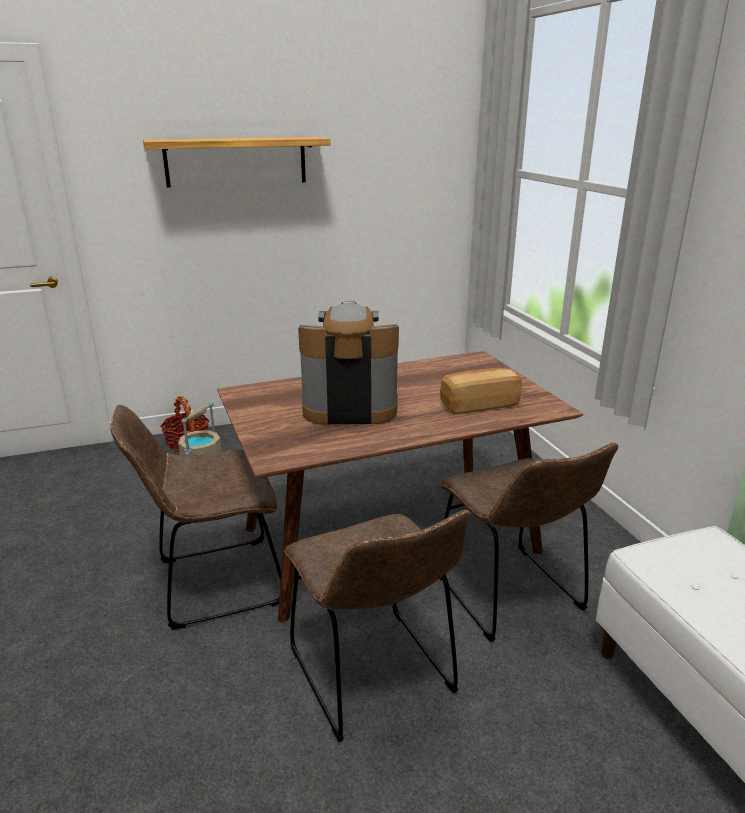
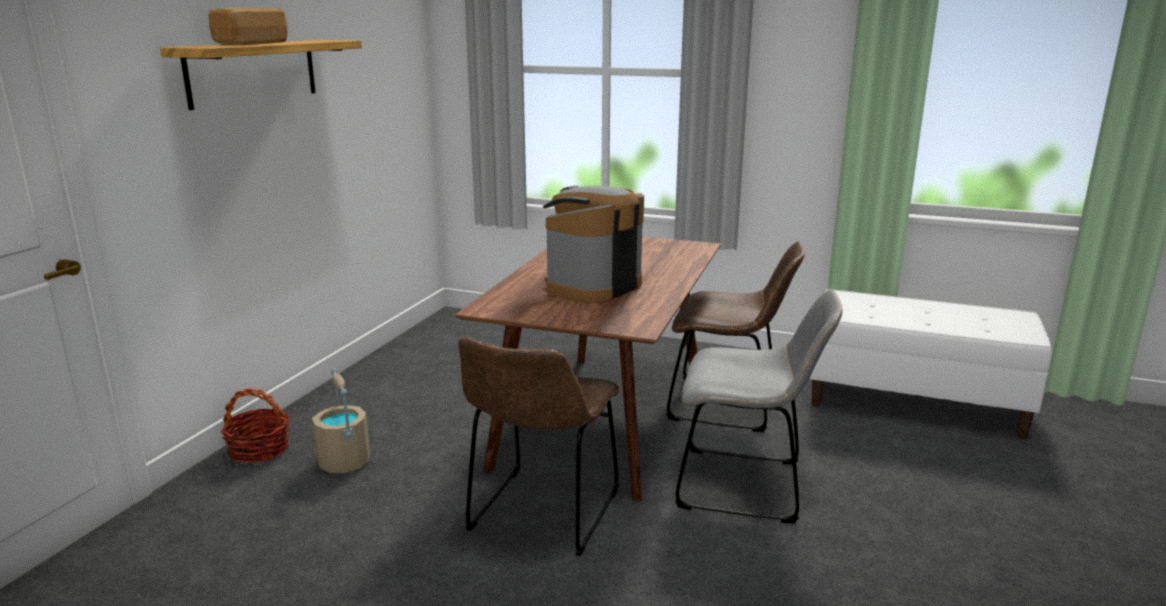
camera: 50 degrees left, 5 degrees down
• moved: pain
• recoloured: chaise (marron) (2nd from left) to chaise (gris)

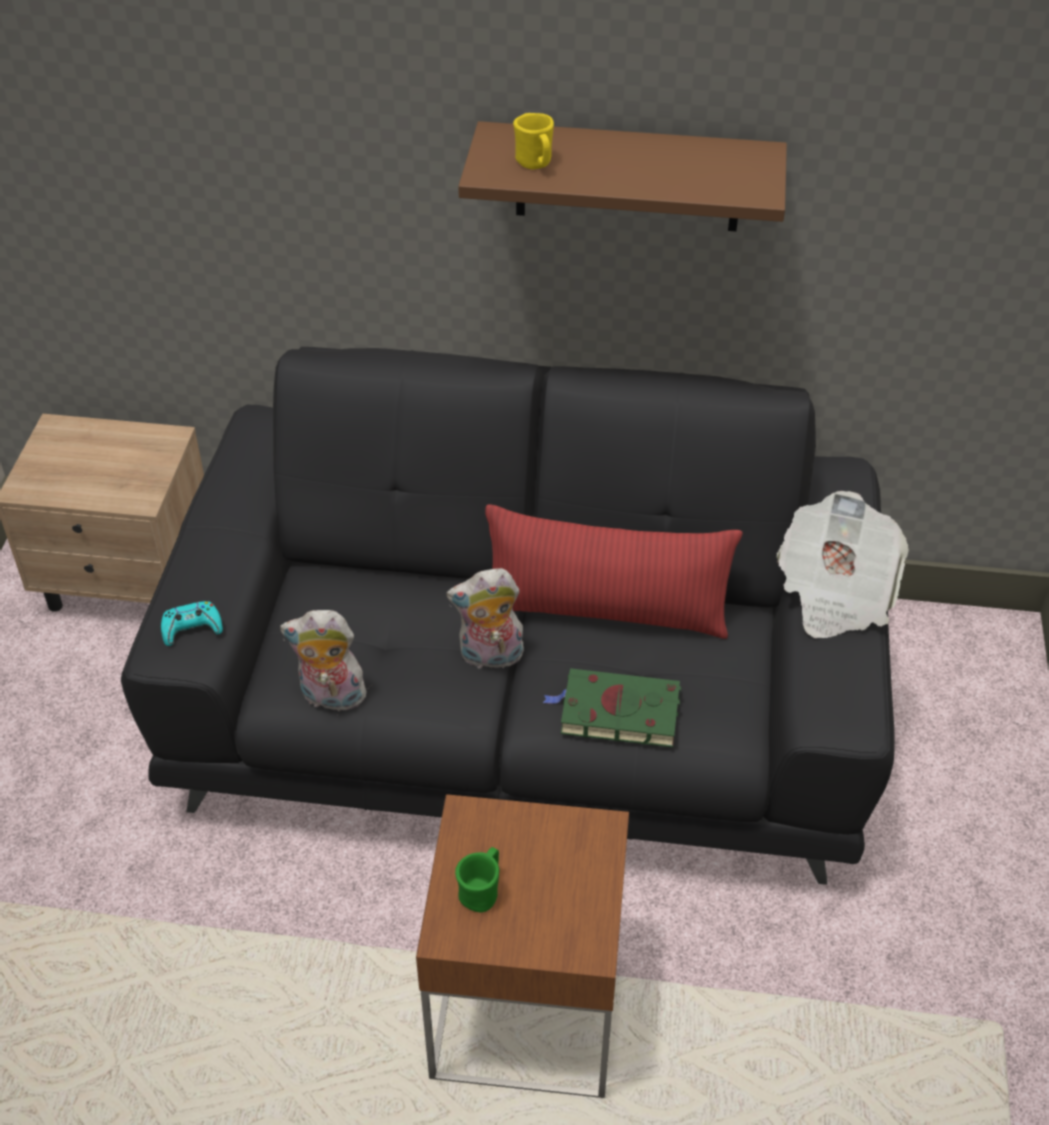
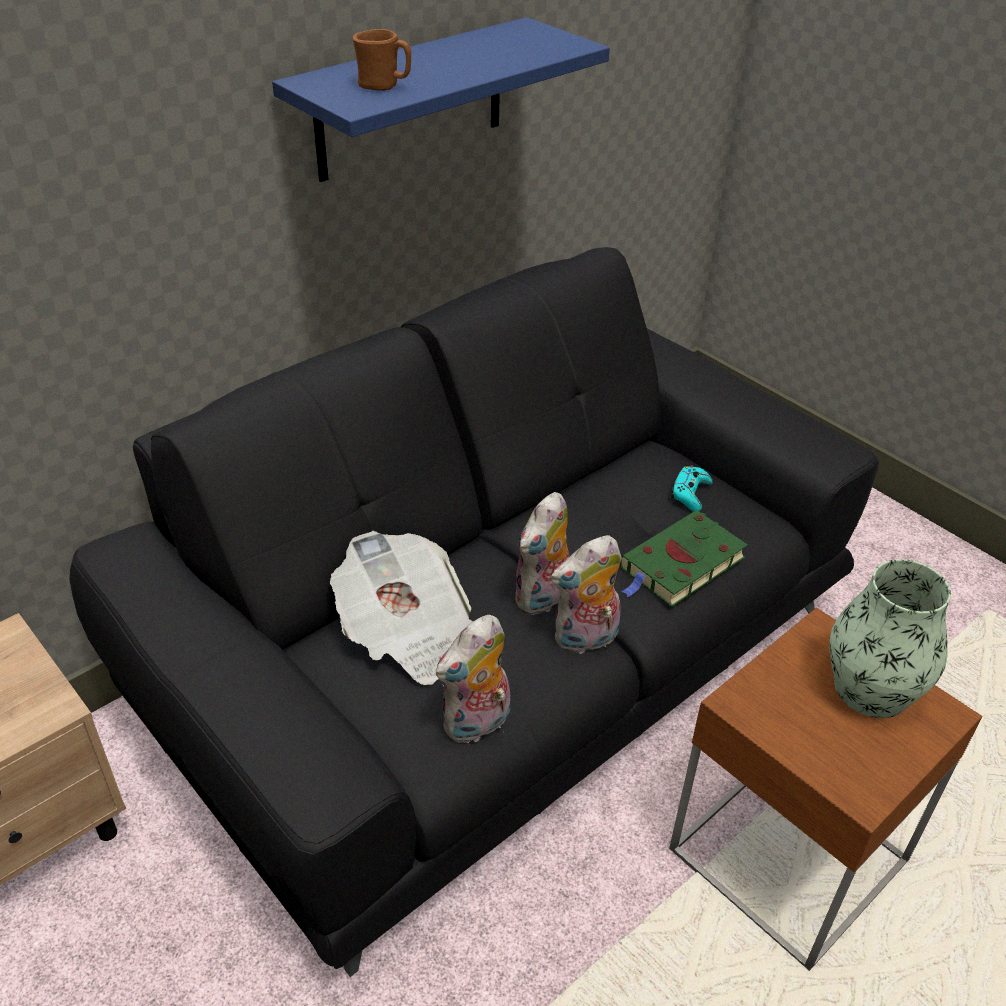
camera: 50 degrees left, 5 degrees down
• recoloured: mug (jaune) to mug (marron)
• recoloured: étagère (marron) to étagère (bleu)
• moved: journal
• removed: coussin (rouge)
• moved: manette (turquoise)
• removed: mug (vert)
• added: peluche (3rd from left)
• added: vase

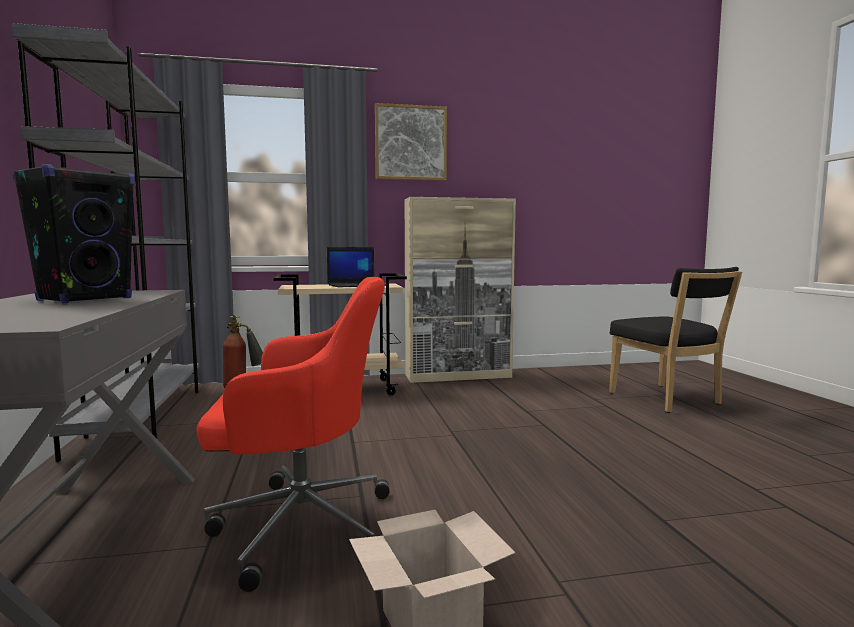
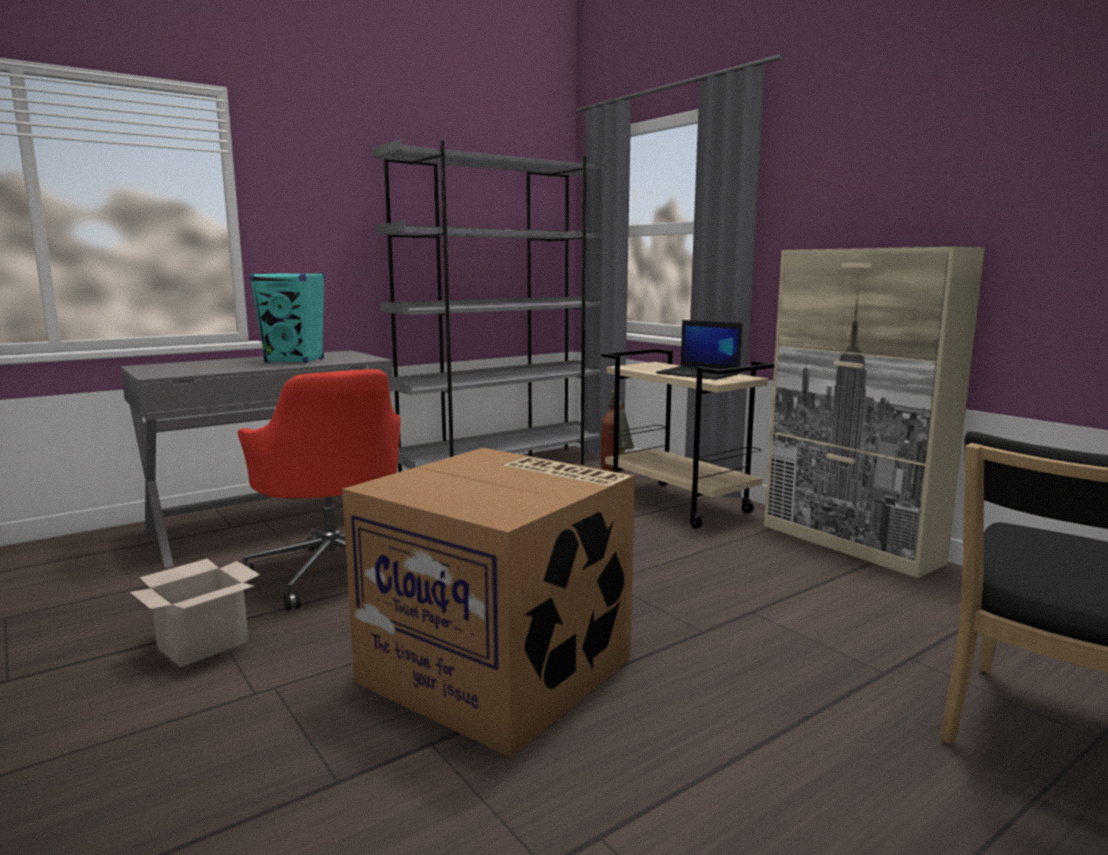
camera: 65 degrees right, 5 degrees up
• removed: tableau
• recoloured: enceinte (noir) to enceinte (turquoise)
• added: carton (2nd from left)

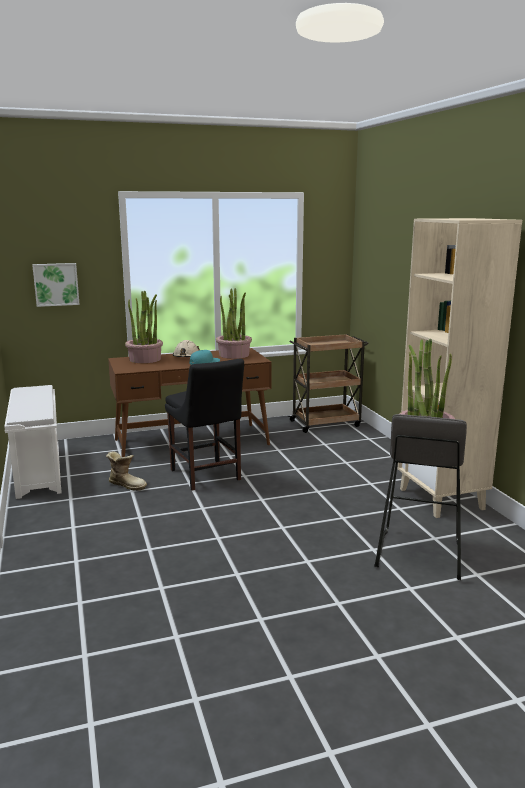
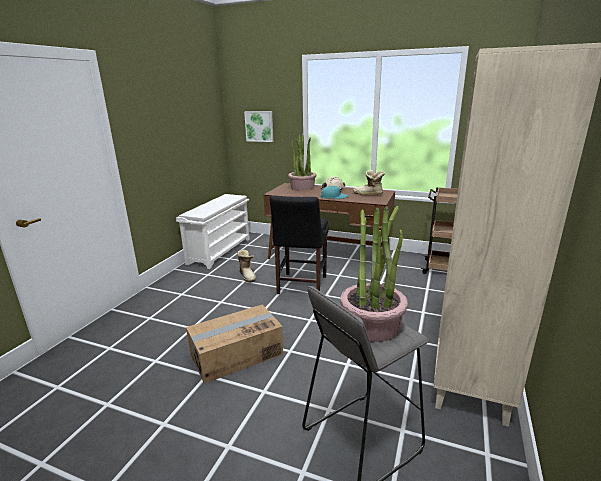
camera: 40 degrees right, 5 degrees up
• replaced: plante en pot (2nd from left) to botte (2nd from left)
• added: carton

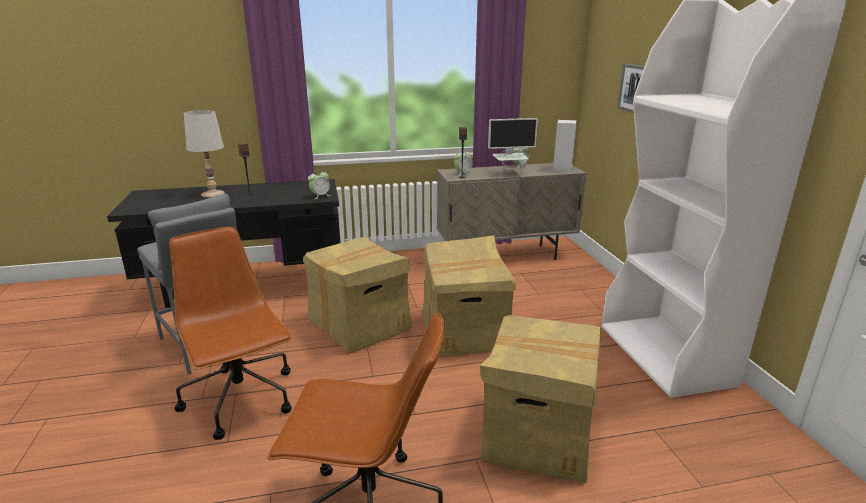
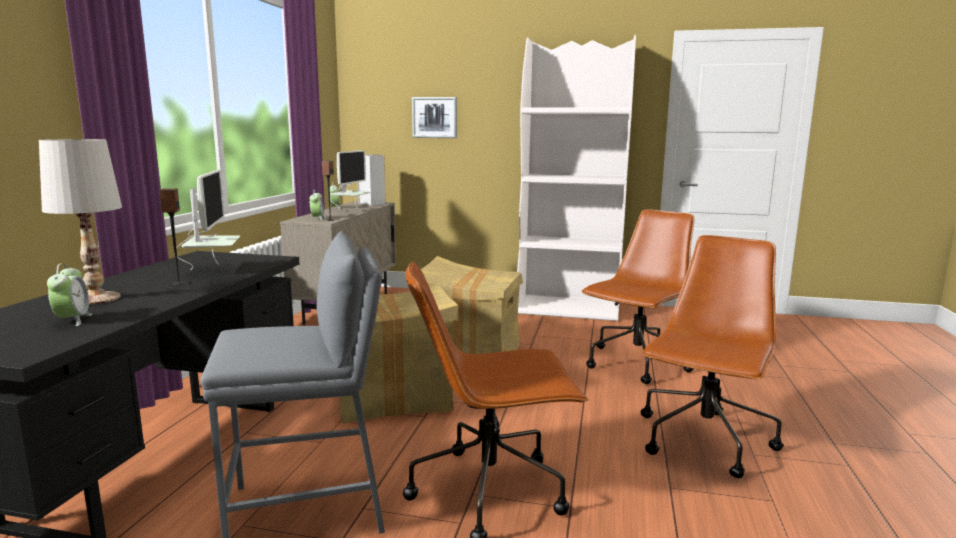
camera: 65 degrees left, 10 degrees down
• moved: réveil (1st from left)
• replaced: carton (3rd from left) to chaise de bureau (marron) (2nd from left)
• added: écran d'ordinateur (1st from left)

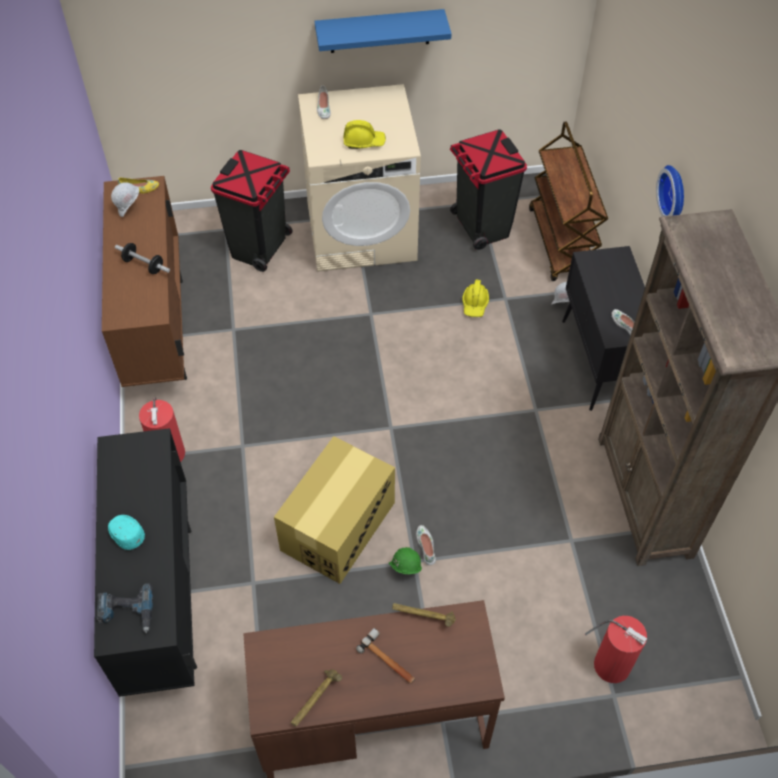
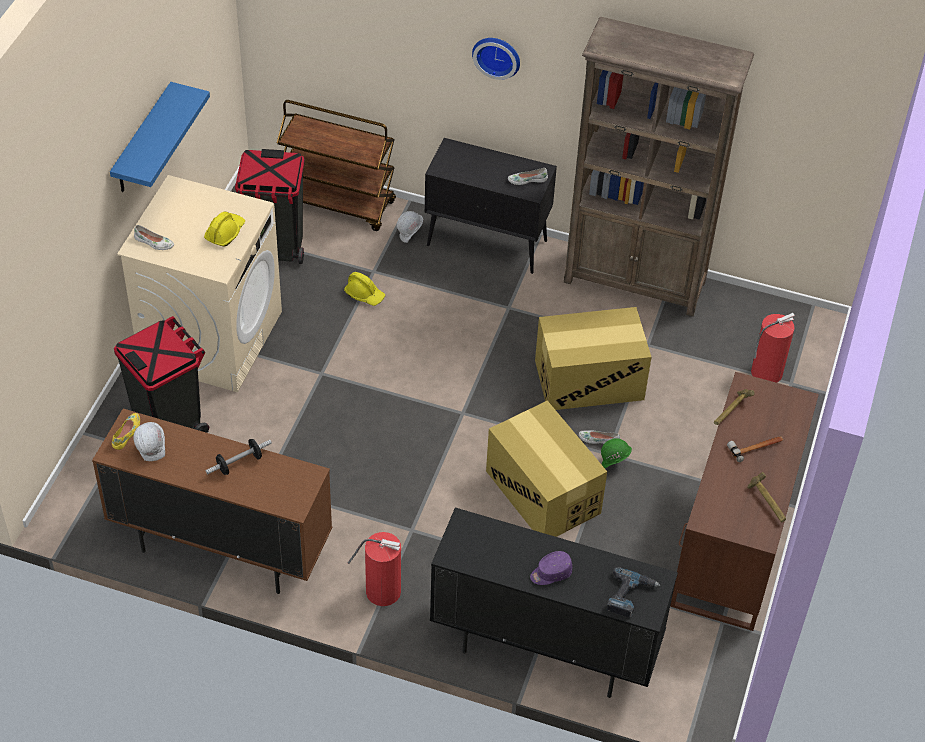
camera: 65 degrees left, 5 degrees down
• recoloured: casquette (turquoise) to casquette (violet)
• added: carton (2nd from left)

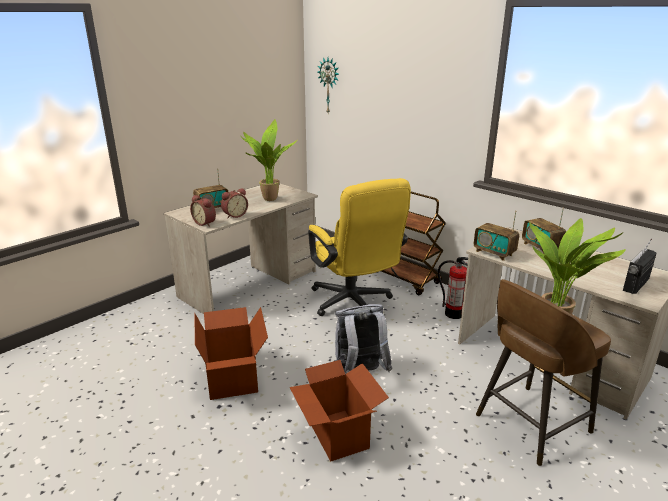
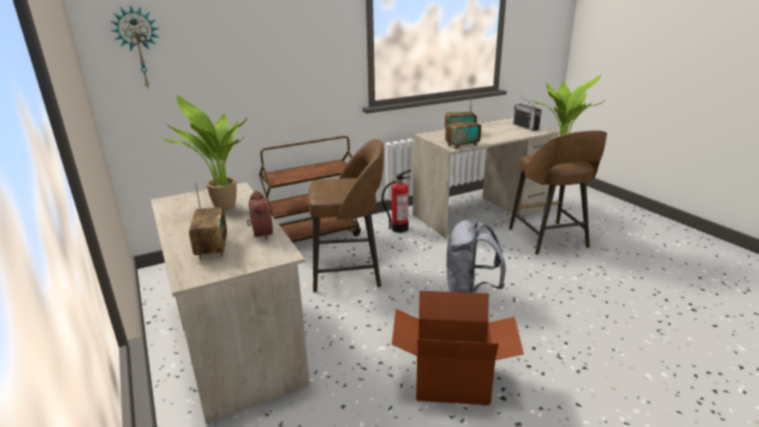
camera: 70 degrees left, 0 degrees up
• replaced: chaise de bureau (jaune) to tabouret (marron) (1st from left)
• removed: réveil (1st from left)
• removed: carton (2nd from left)

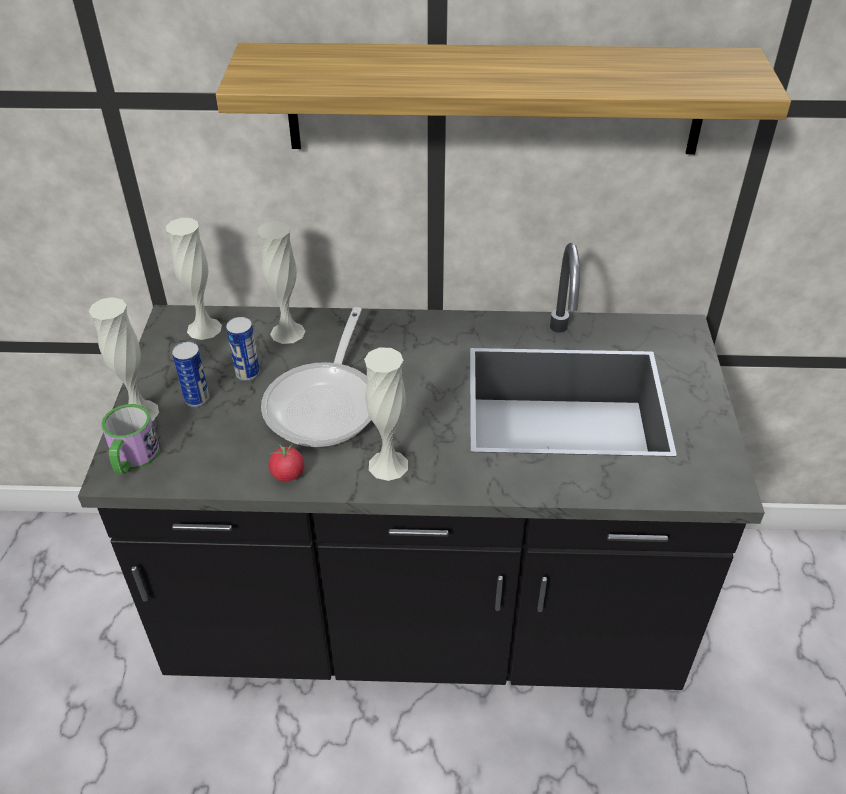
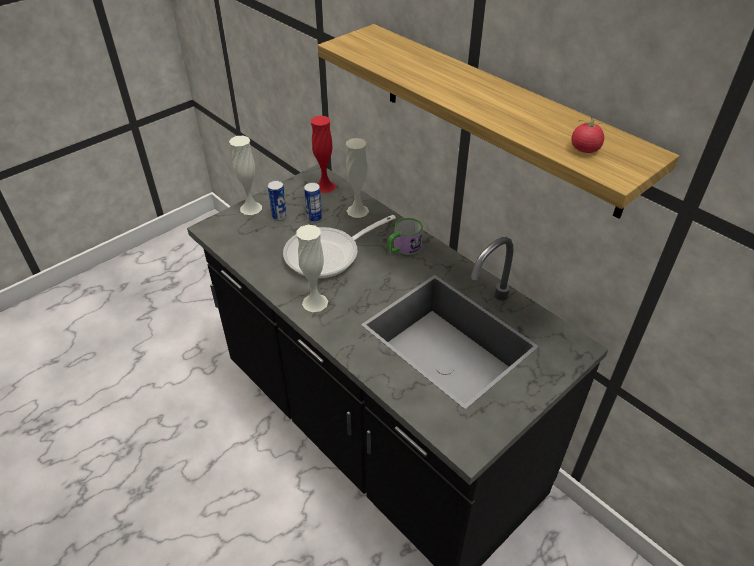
camera: 45 degrees right, 0 degrees up
• recoloured: vase (blanc) (2nd from left) to vase (rouge)
• moved: mug
• moved: tomate

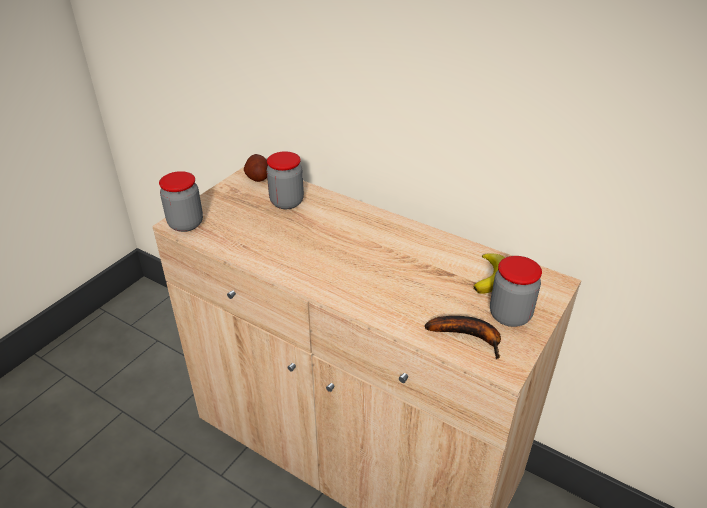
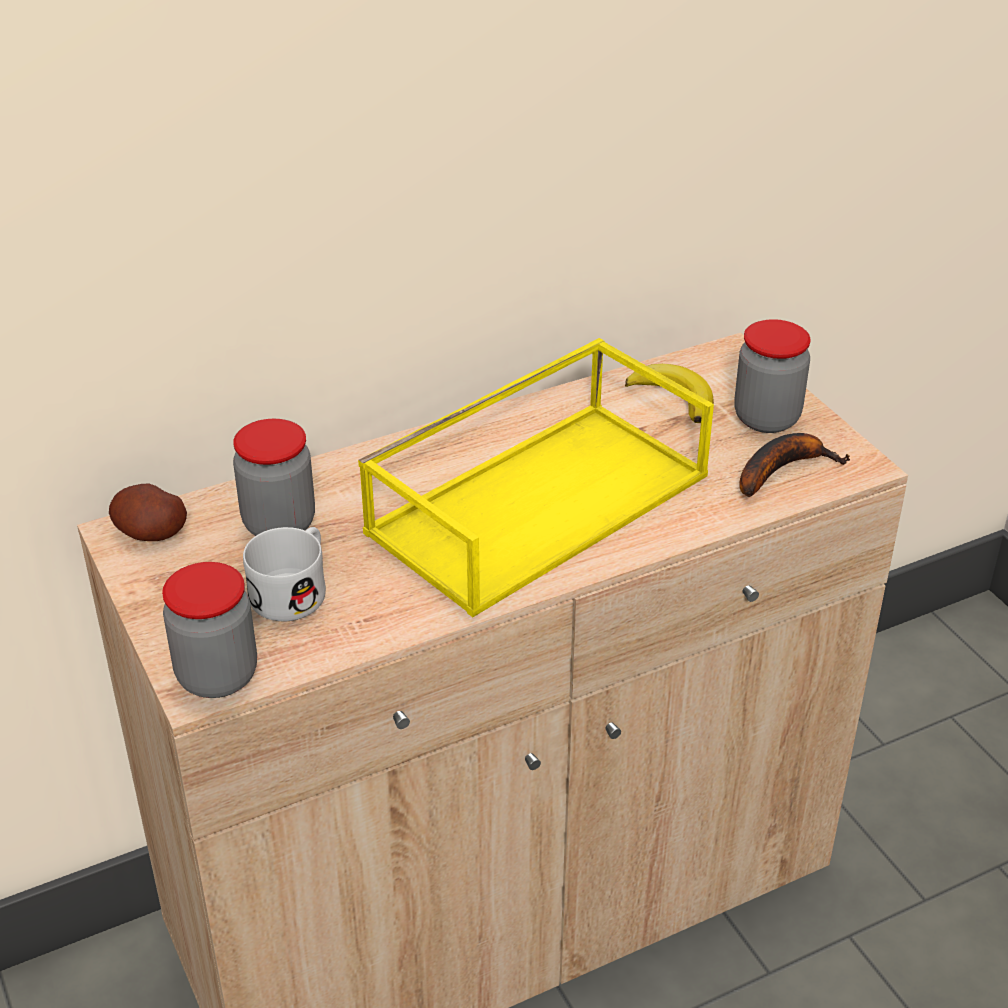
camera: 60 degrees left, 0 degrees up
• added: plateau (jaune)
• added: mug (blanc)

